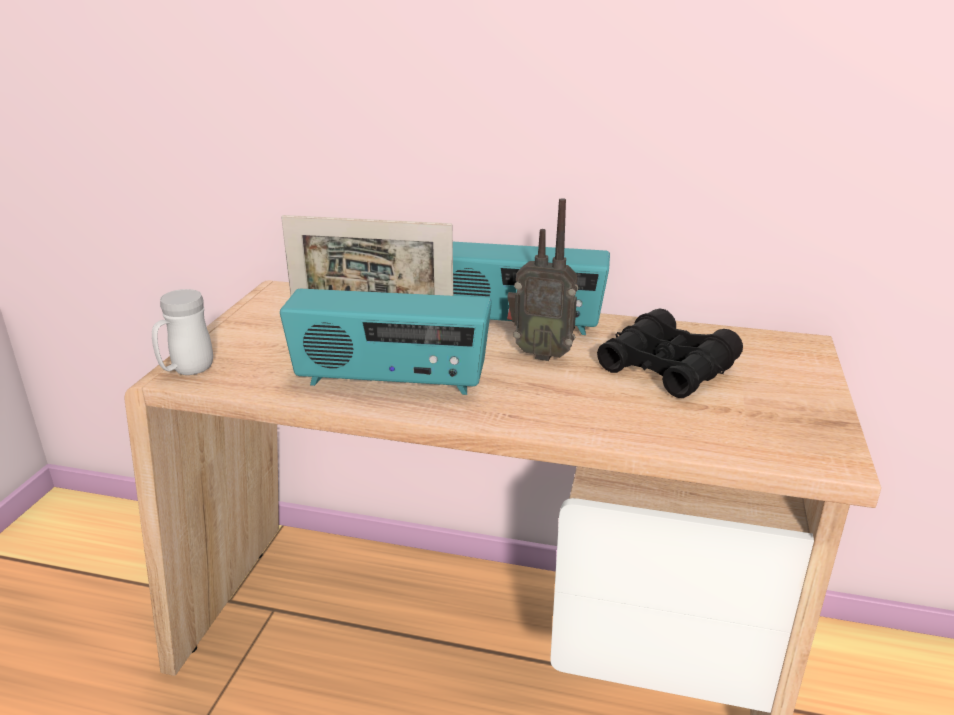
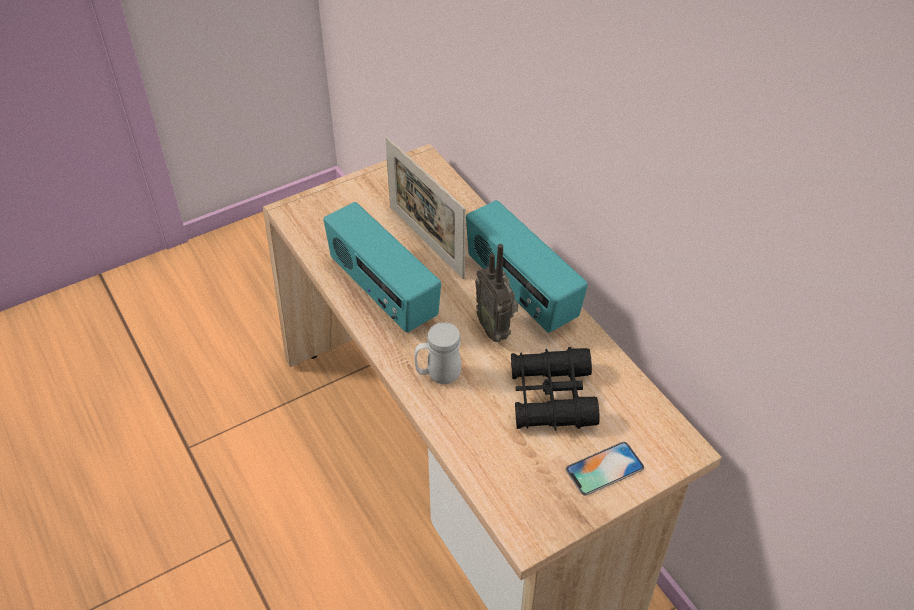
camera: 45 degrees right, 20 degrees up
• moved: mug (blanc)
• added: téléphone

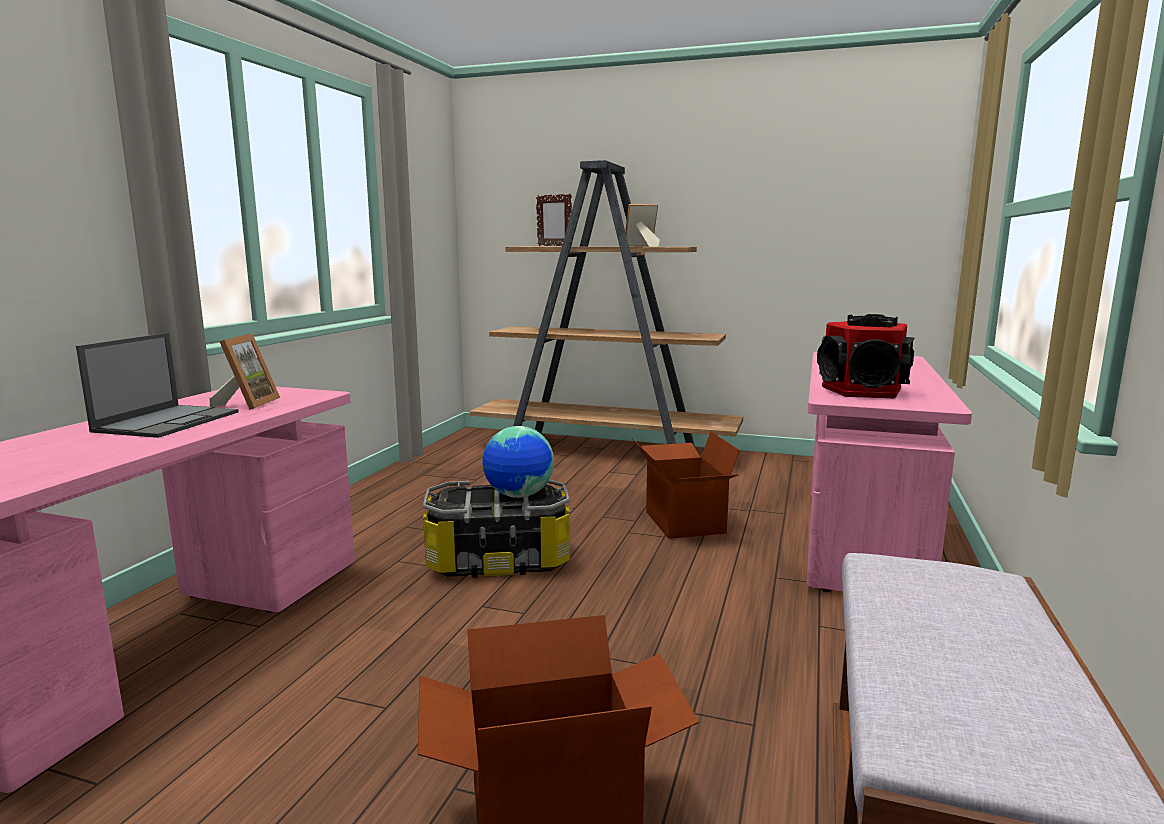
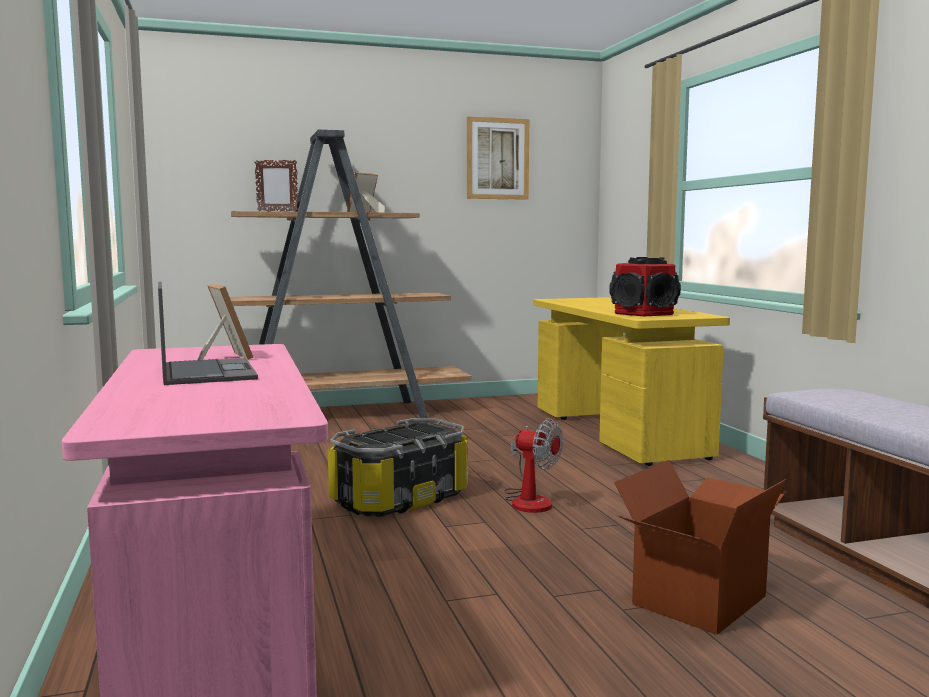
camera: 35 degrees left, 5 degrees down
• recoloured: bureau (rose) (2nd from left) to bureau (jaune)
• removed: globe
• removed: carton (2nd from left)
• added: tableau
• added: ventilateur

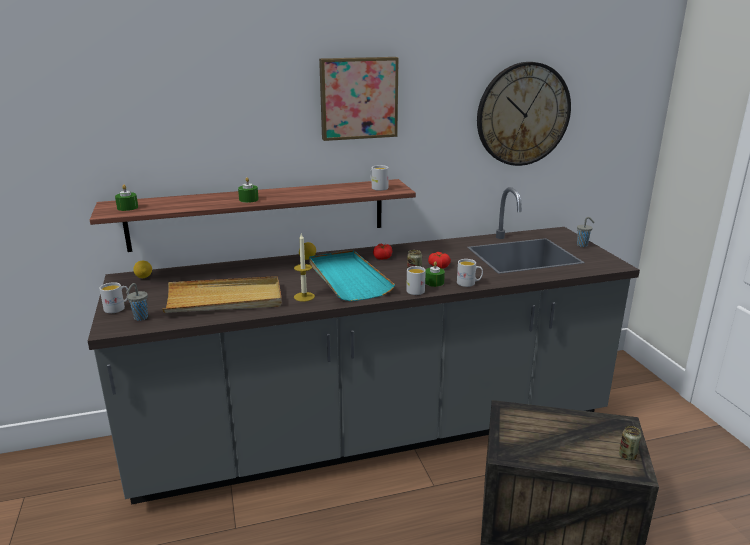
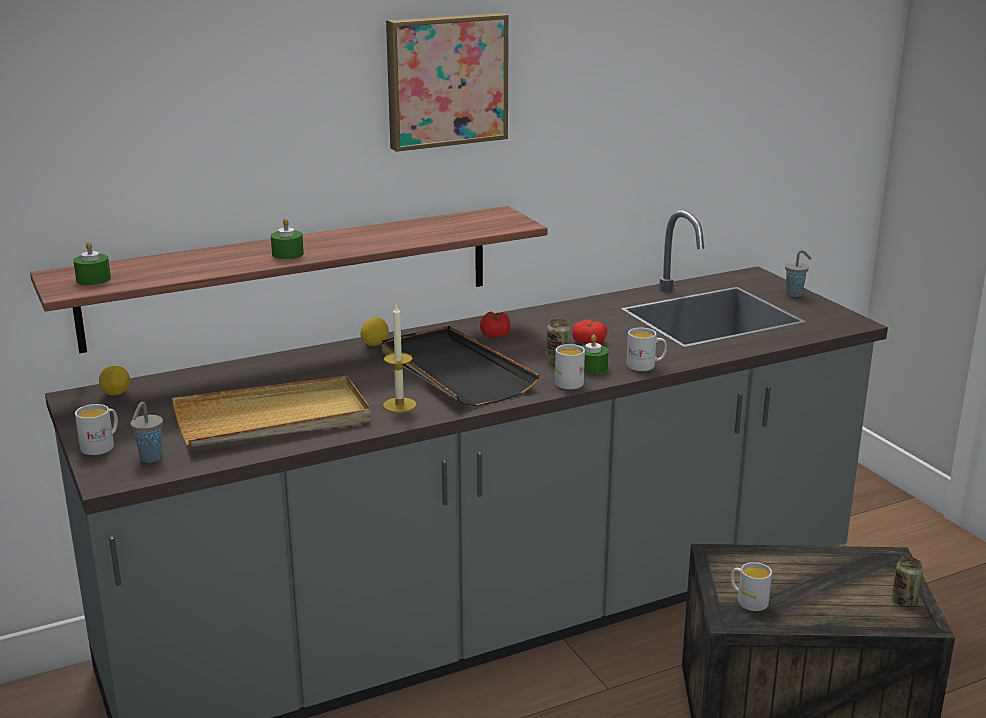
camera: 10 degrees left, 0 degrees up
• removed: horloge murale
• moved: mug (blanc) (2nd from left in the first image) to mug (blanc) (4th from left)
• recoloured: plateau (turquoise) to plateau (noir)

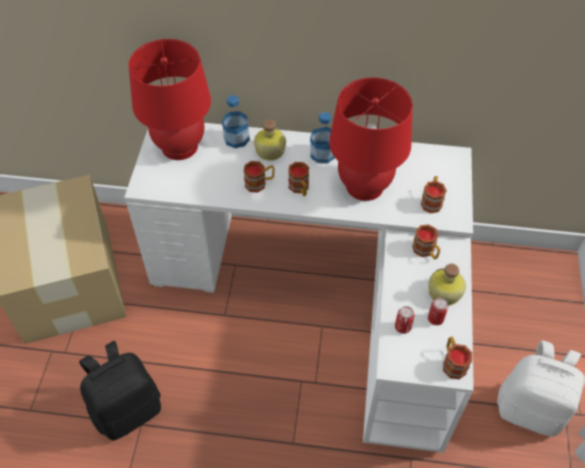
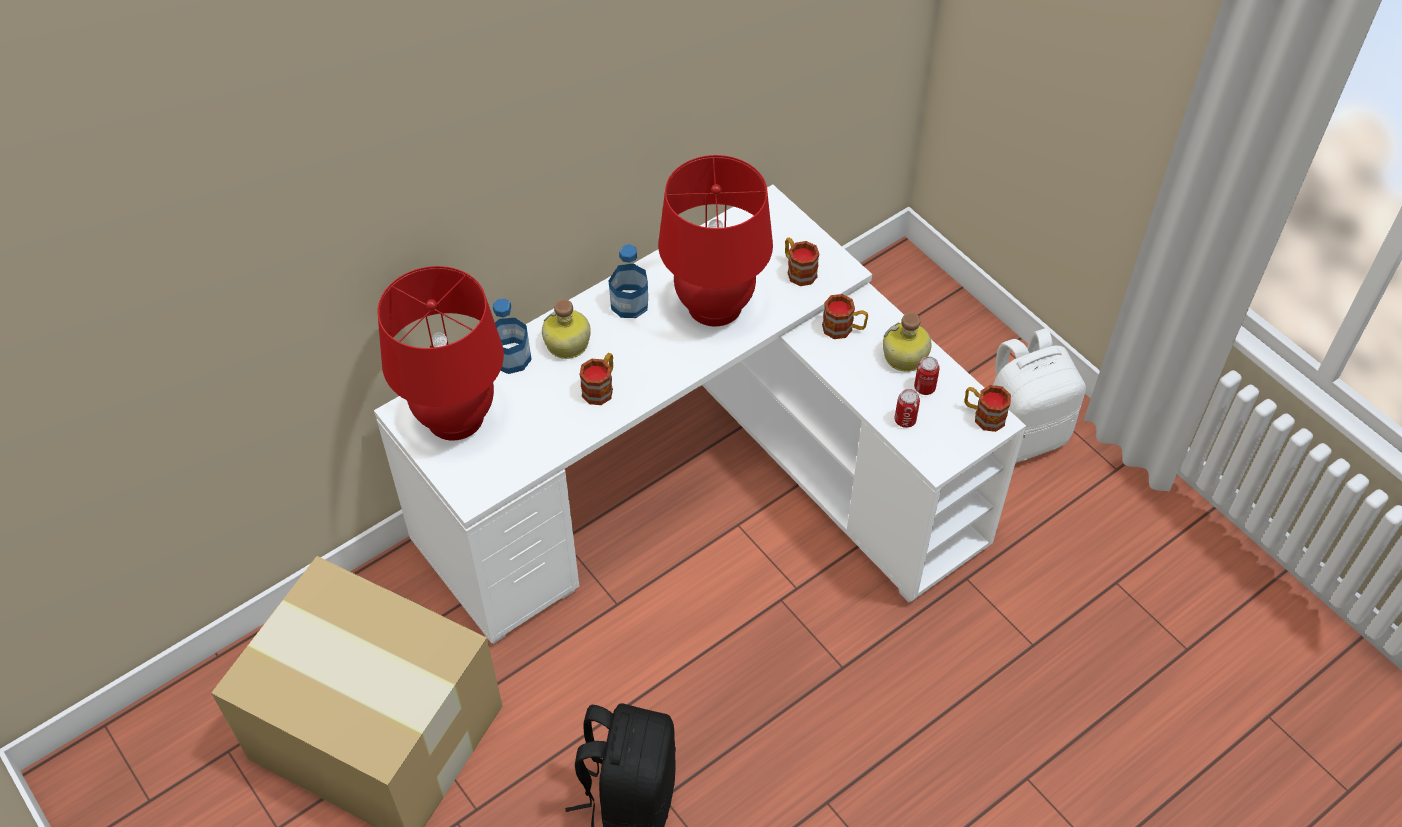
camera: 45 degrees left, 0 degrees up
• removed: mug (2nd from left)

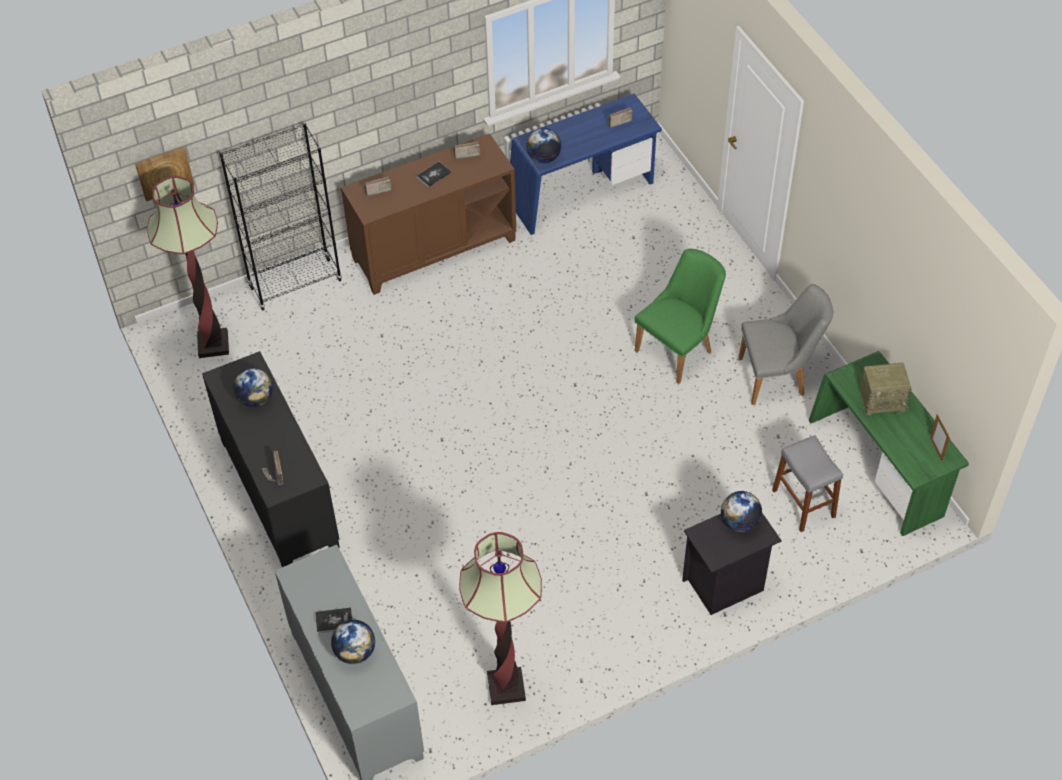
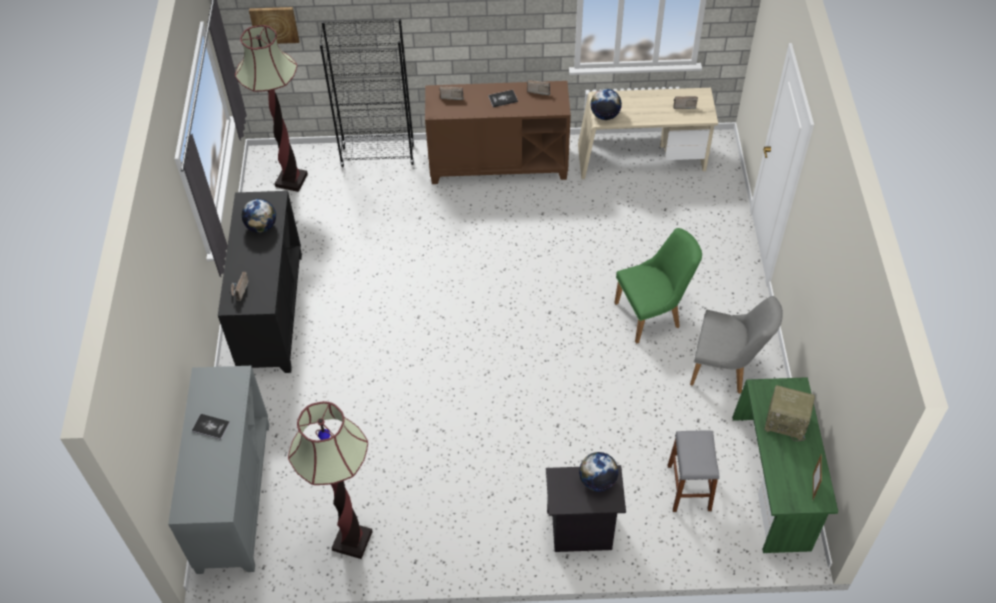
camera: 25 degrees right, 0 degrees up
• recoloured: bureau (bleu) to bureau (beige)
• removed: globe (2nd from left)

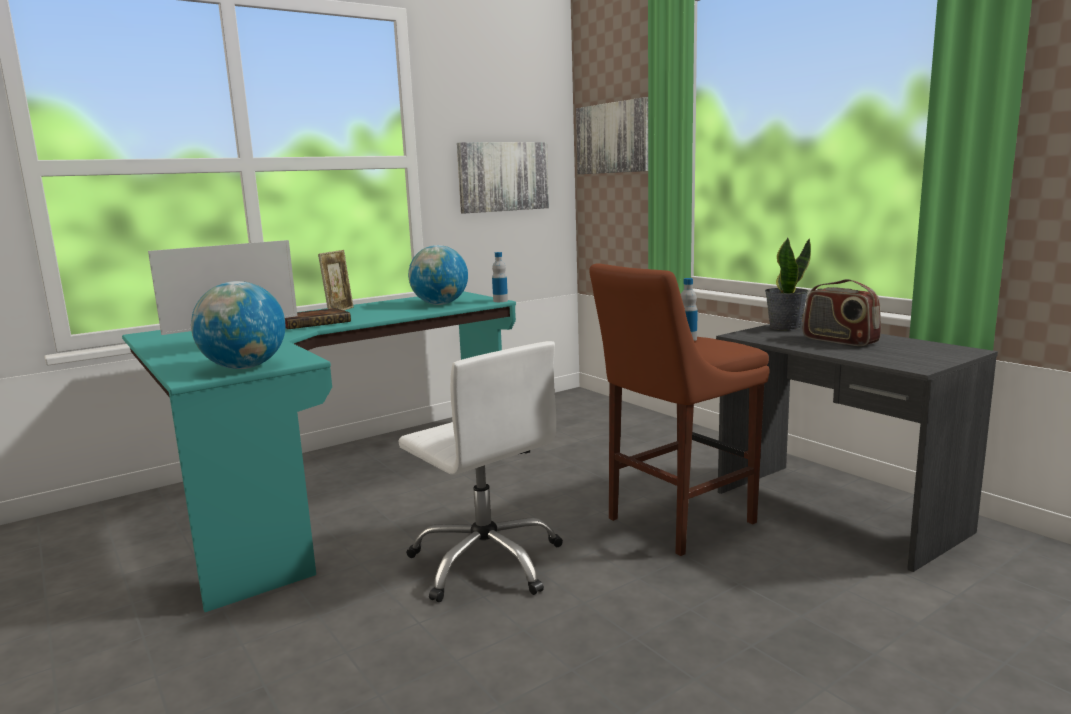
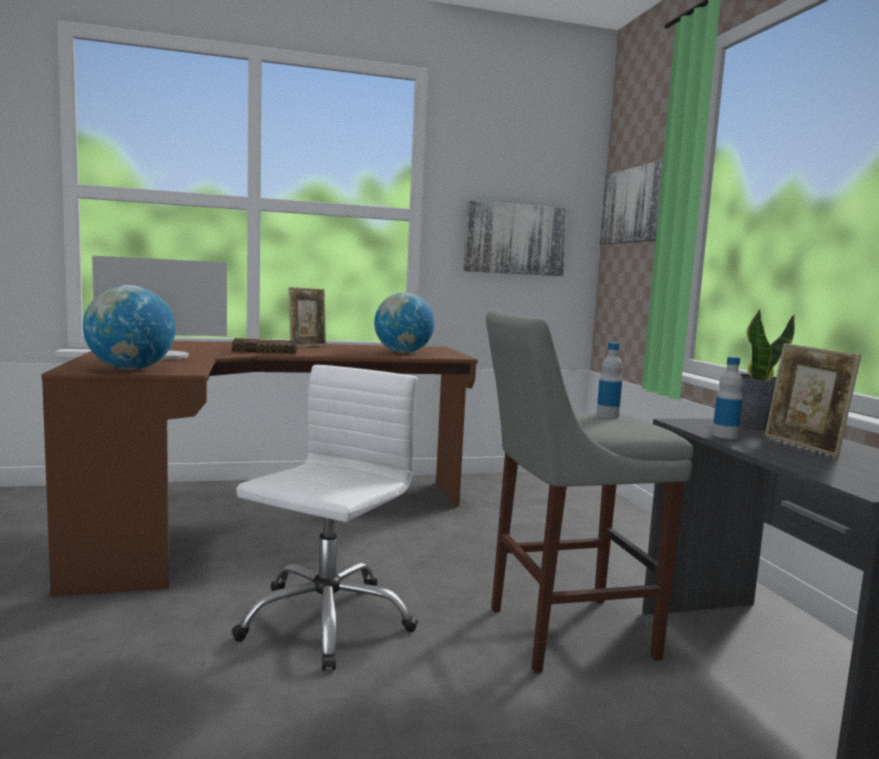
camera: 20 degrees right, 5 degrees down
• moved: bouteille (1st from left in the first image) to bouteille (2nd from left)
• recoloured: tabouret (marron) to tabouret (gris)
• replaced: radio to cadre photo (2nd from left)
• recoloured: bureau (turquoise) to bureau (marron)
• turned: chaise de bureau (blanc) 135 degrees counterclockwise

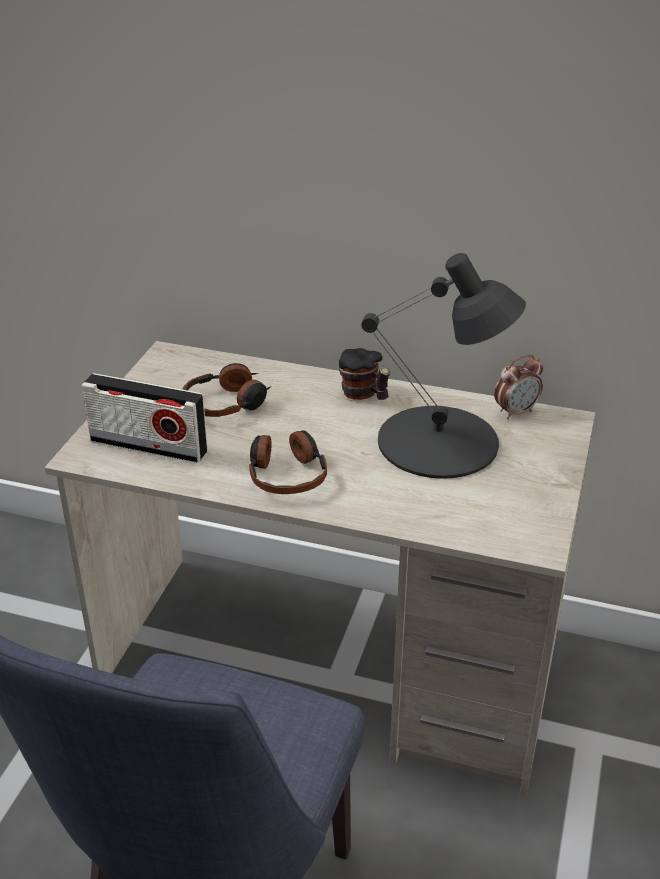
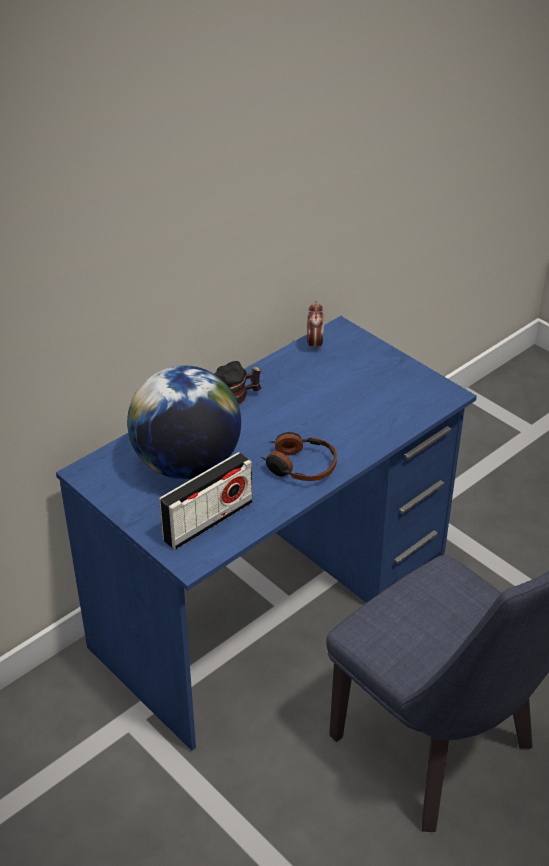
camera: 60 degrees left, 5 degrees up
• removed: lampe de table (noir)
• recoloured: bureau (beige) to bureau (bleu)
• replaced: casque audio (1st from left) to globe

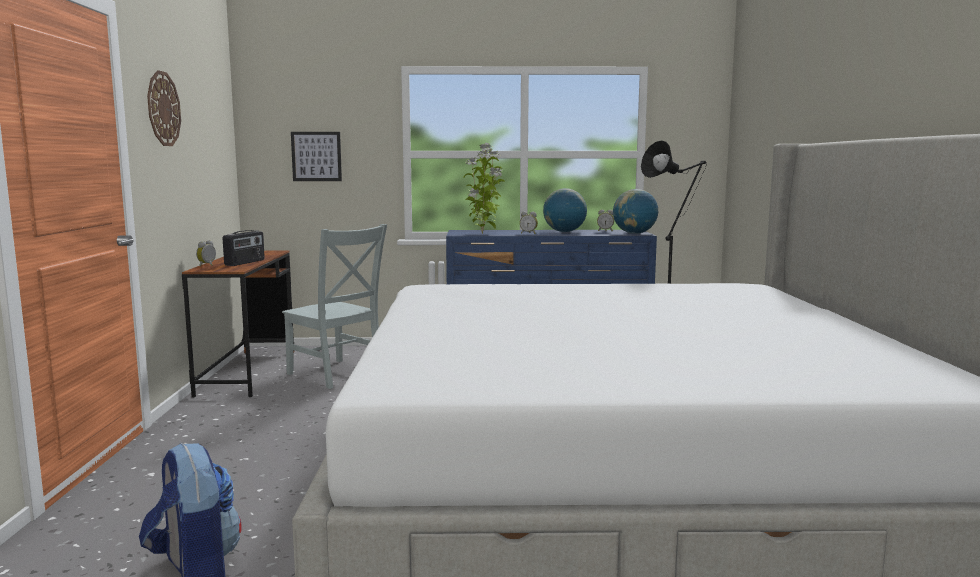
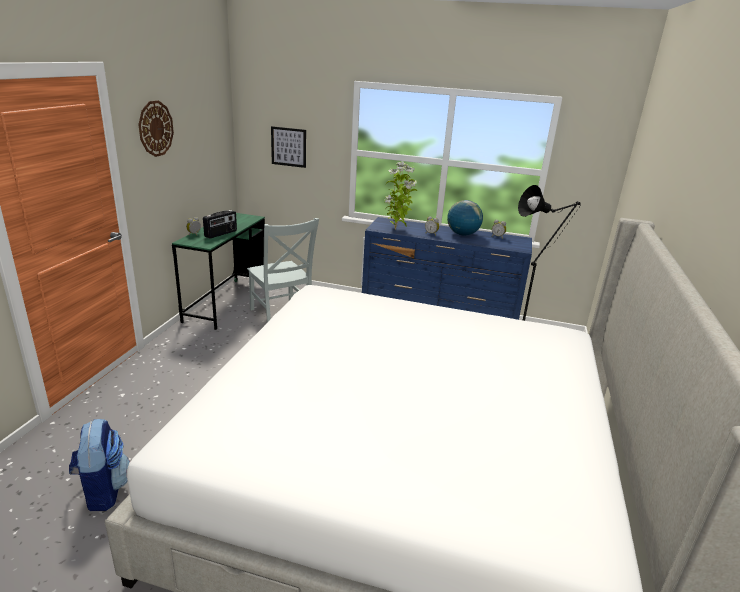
camera: 15 degrees right, 15 degrees up
• removed: globe (2nd from left)
• recoloured: bureau (marron) to bureau (vert)

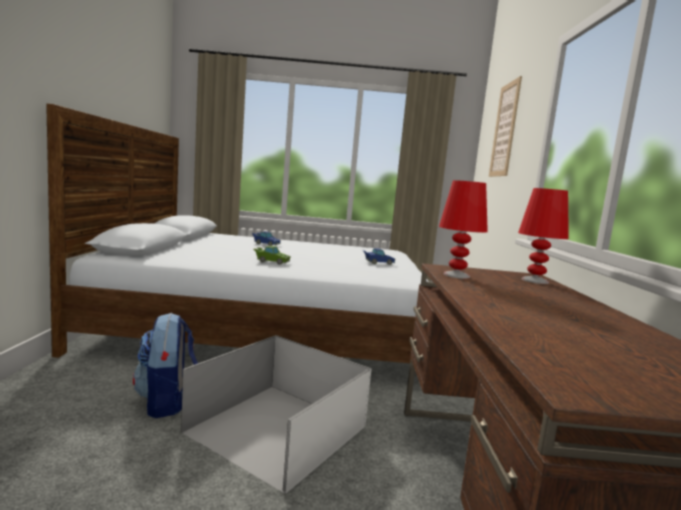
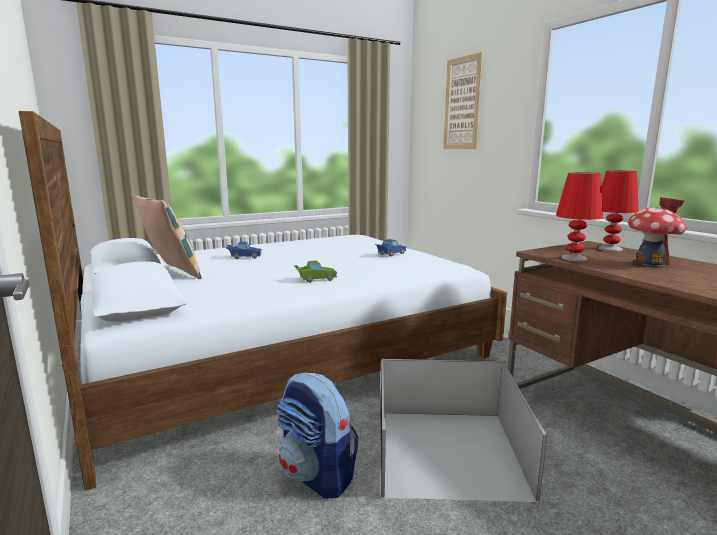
camera: 30 degrees left, 5 degrees up
• recoloured: boîte de rangement (blanc) to boîte de rangement (noir)
• added: coussin
• added: maison miniature

